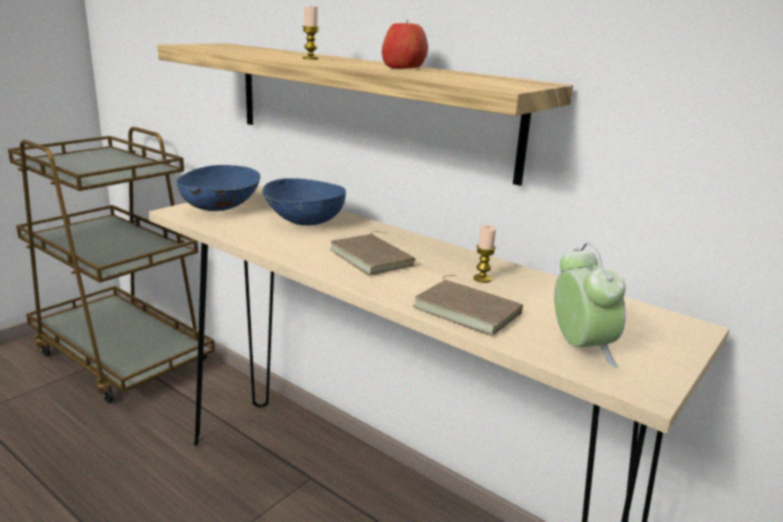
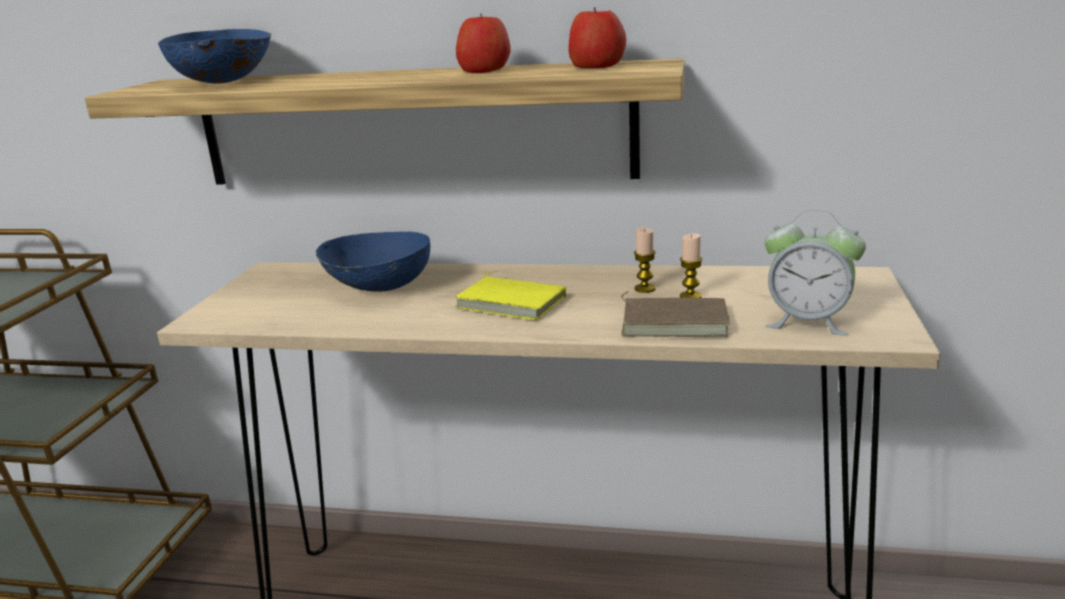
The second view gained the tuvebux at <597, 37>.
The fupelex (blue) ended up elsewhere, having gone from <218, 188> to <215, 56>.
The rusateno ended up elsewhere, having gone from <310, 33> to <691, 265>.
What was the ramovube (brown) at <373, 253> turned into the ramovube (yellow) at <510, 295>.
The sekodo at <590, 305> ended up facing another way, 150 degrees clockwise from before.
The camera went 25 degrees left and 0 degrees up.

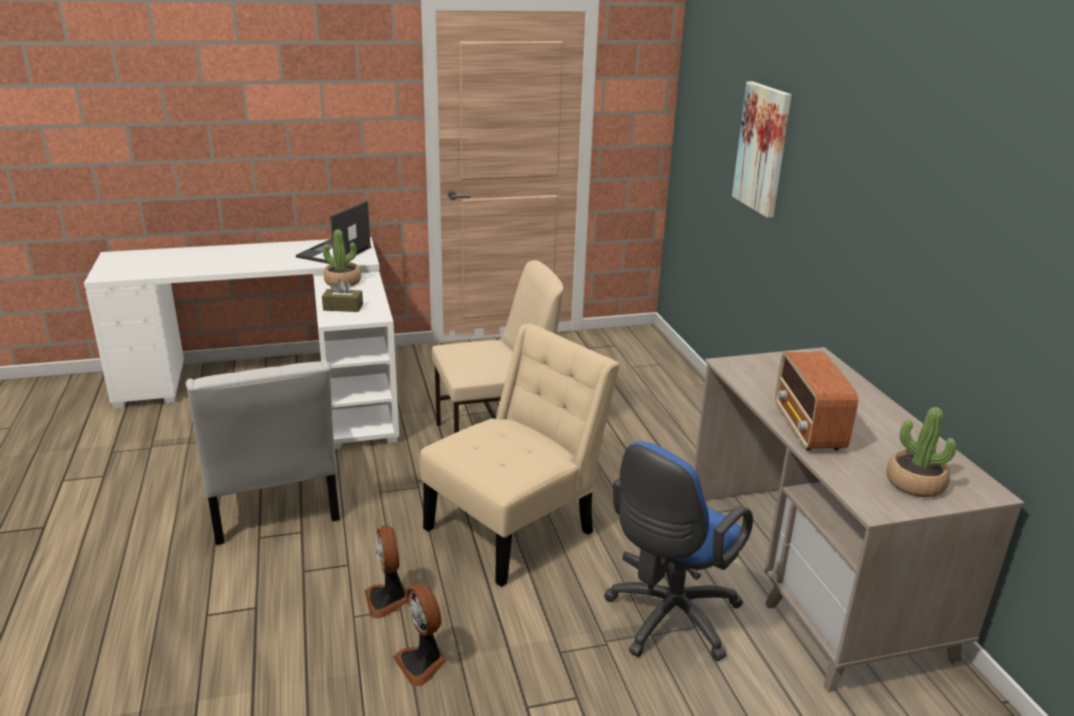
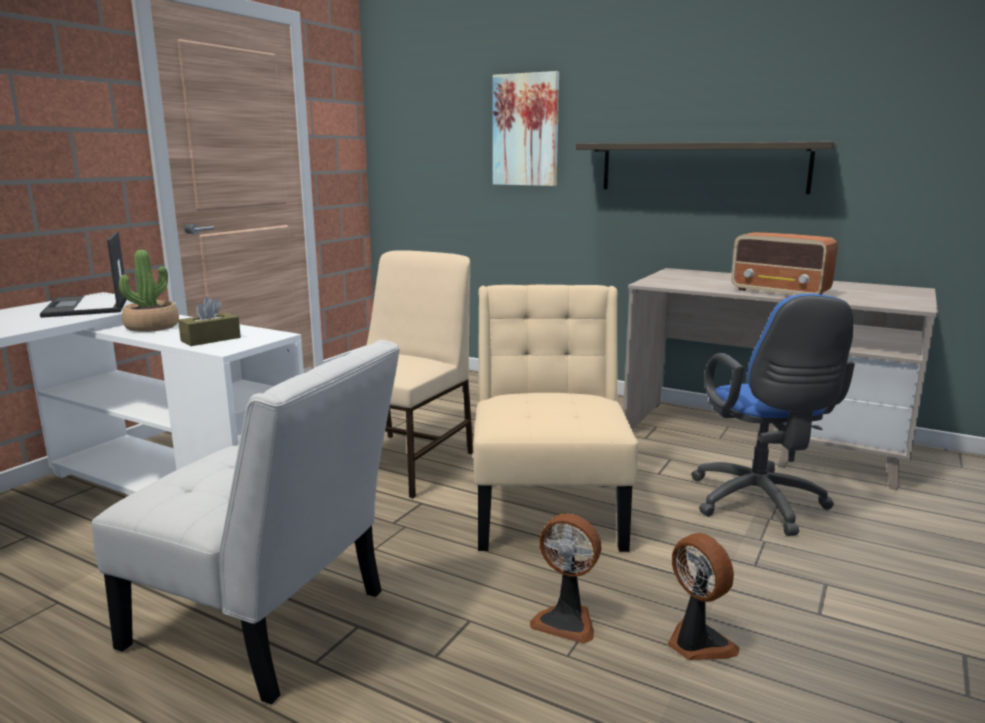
The second view lost the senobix at <921, 452>.
The second view gained the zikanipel at <706, 168>.
The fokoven at <420, 634> ended up facing another way, 135 degrees counterclockwise from before.
The camera went 45 degrees left and 10 degrees down.

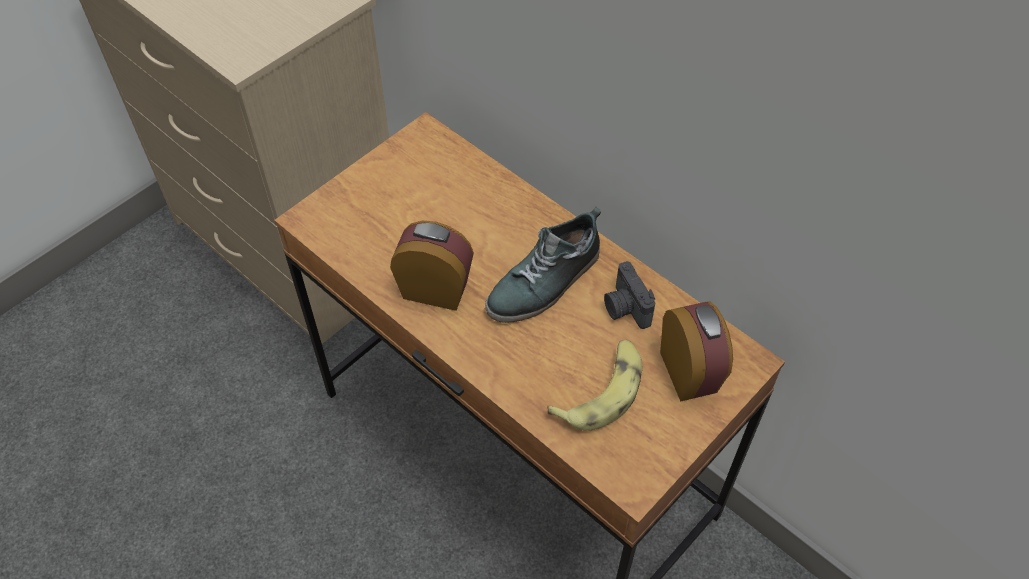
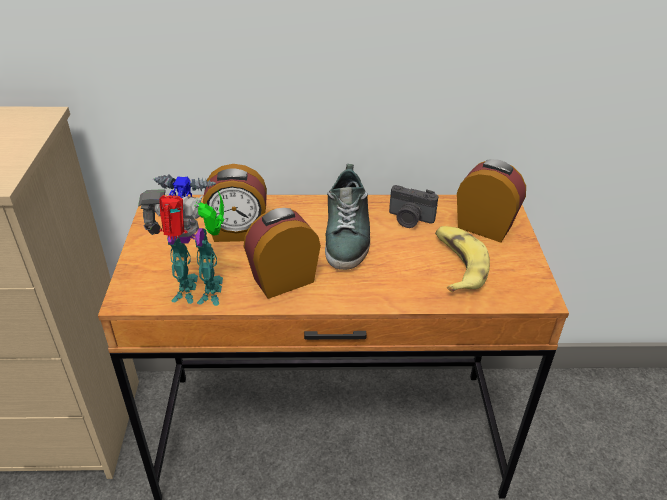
The second view gained the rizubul at <181, 240>.
The second view gained the sekodo at <235, 203>.
The camera went 45 degrees left and 15 degrees down.

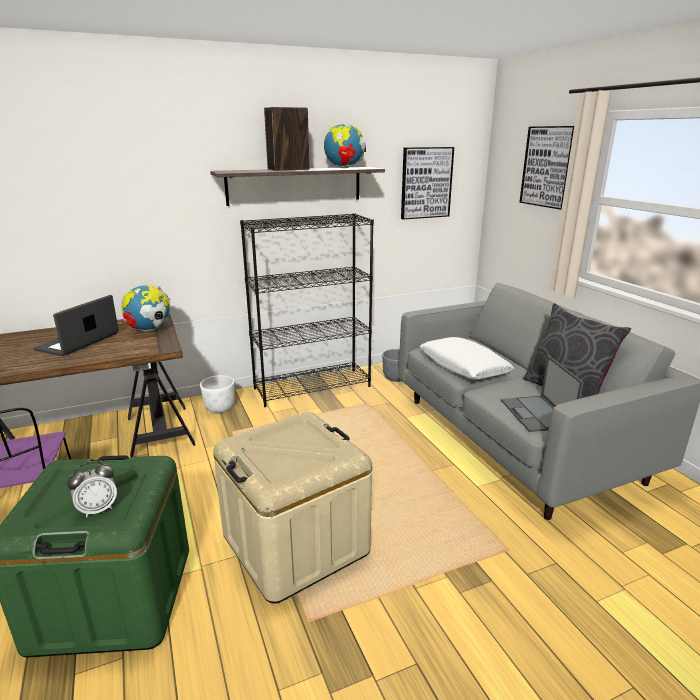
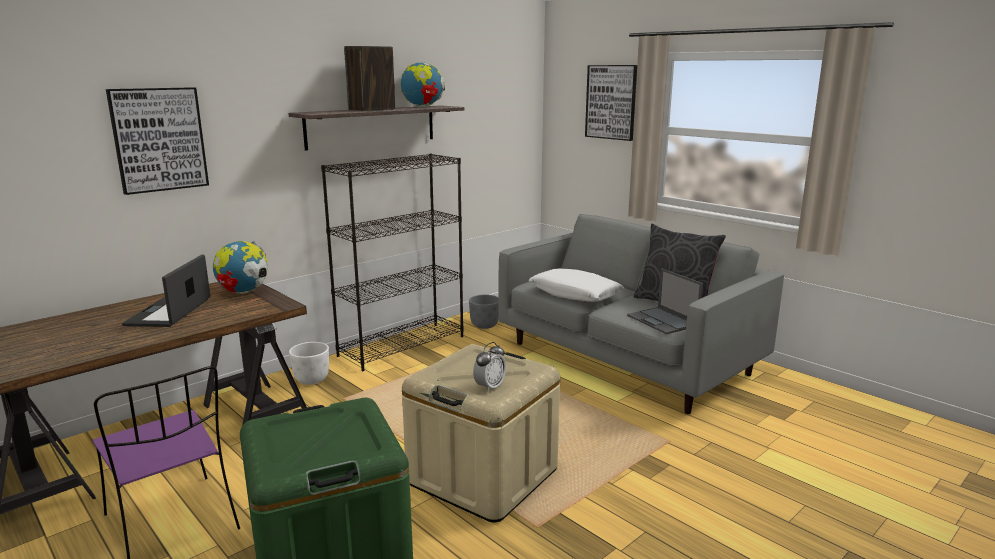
The sekodo ended up elsewhere, having gone from <92, 489> to <489, 367>.
The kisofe ended up elsewhere, having gone from <427, 183> to <157, 141>.
The camera went 20 degrees left and 5 degrees down.

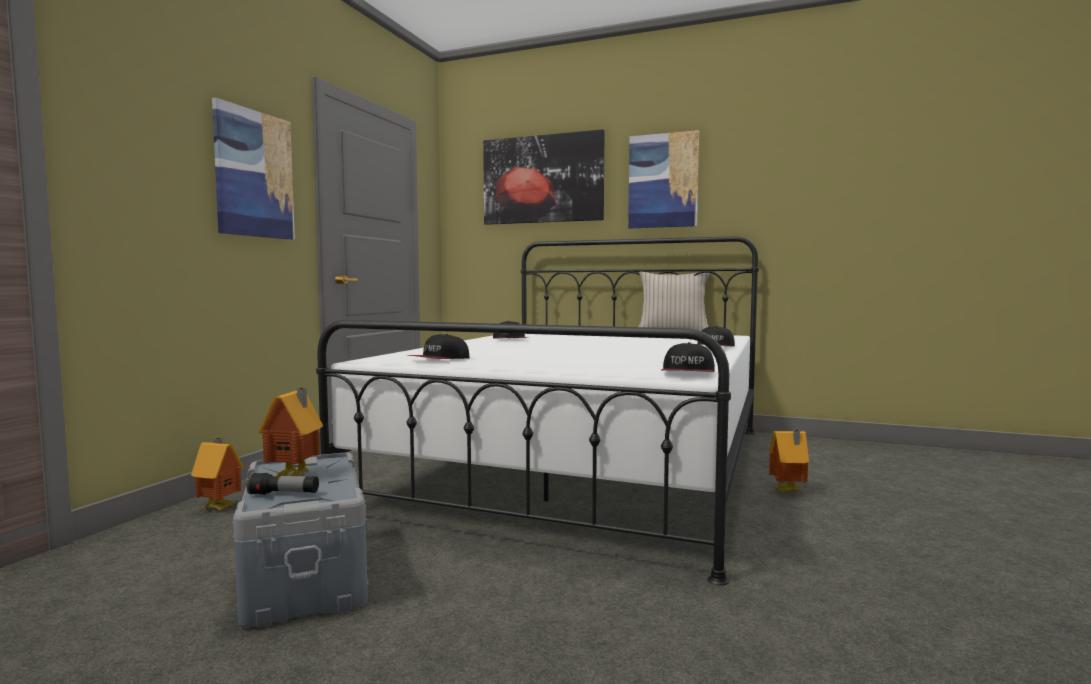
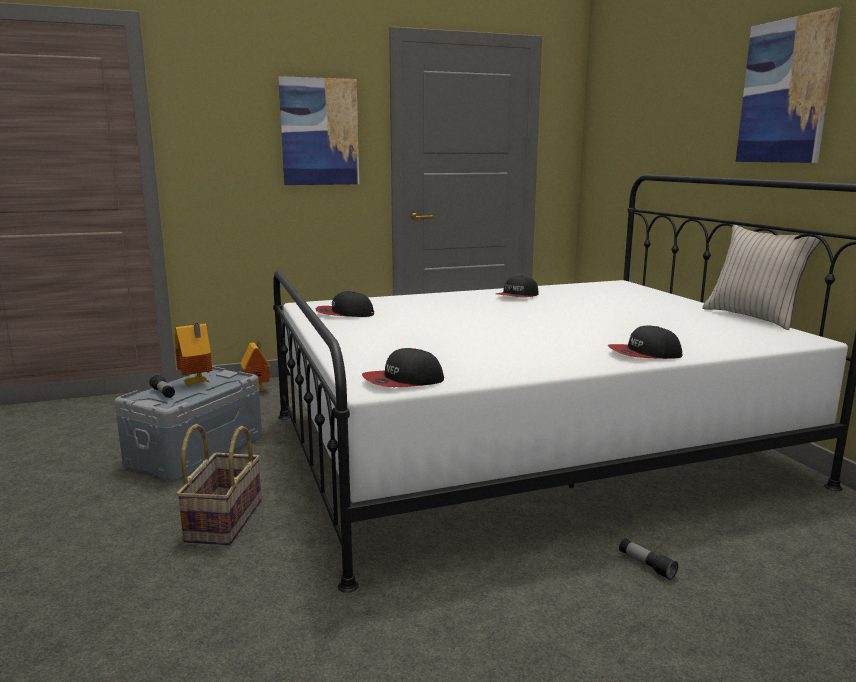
The second view lost the kisofe at <544, 177>.
The second view gained the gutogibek at <219, 484>.
Where the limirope stood at <789, 461>, the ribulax came to stand at <648, 559>.
The camera went 50 degrees right and 10 degrees up.

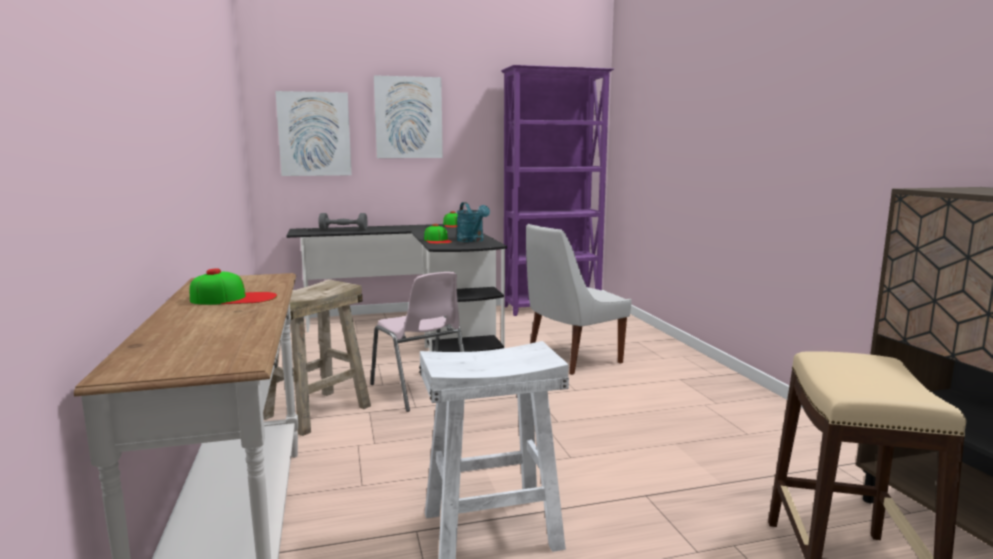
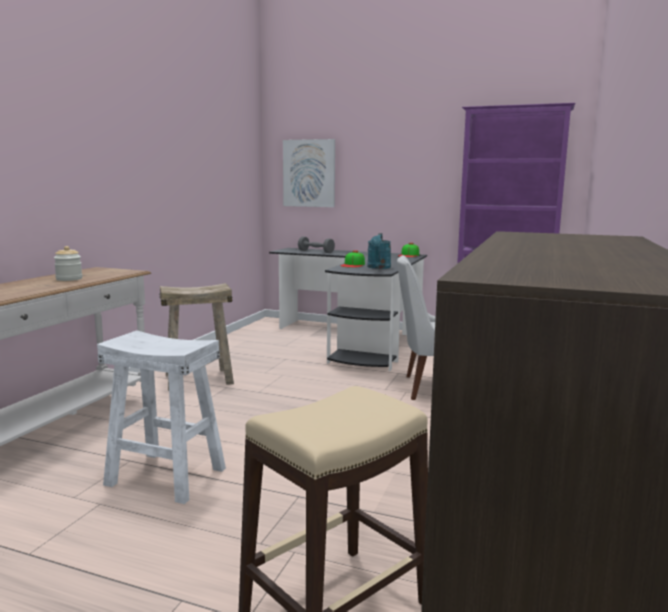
The second view lost the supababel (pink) at <417, 342>.
The second view lost the kisofe at <408, 116>.
Where the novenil stood at <233, 286>, the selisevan came to stand at <68, 263>.
The camera went 35 degrees right and 0 degrees up.

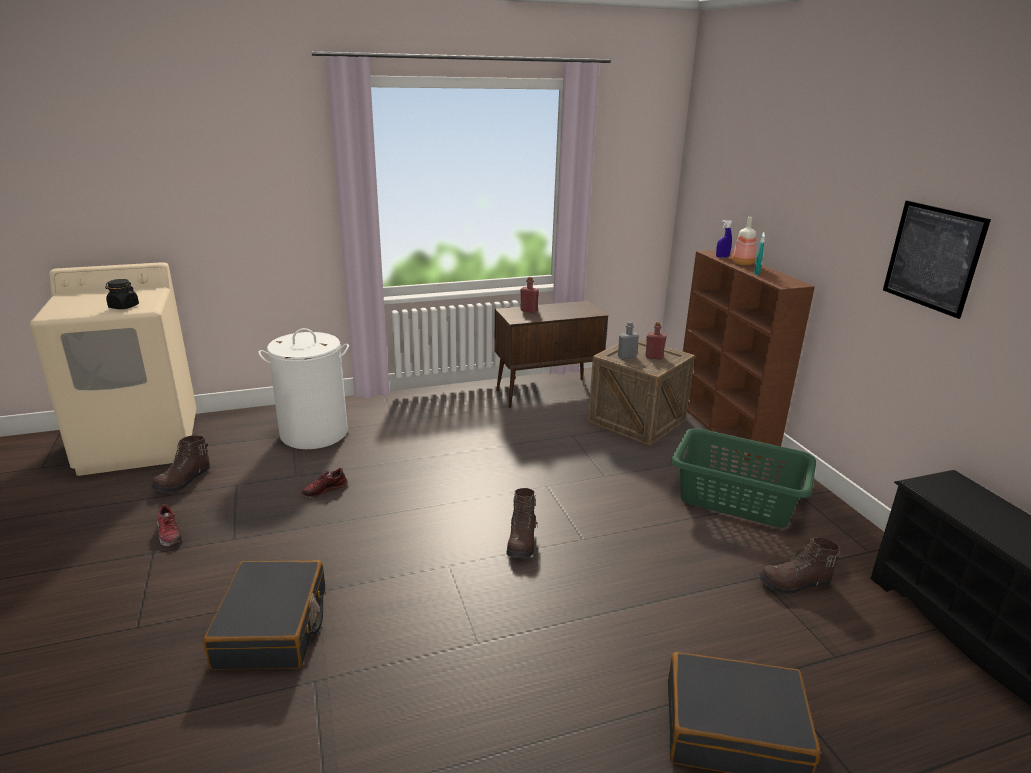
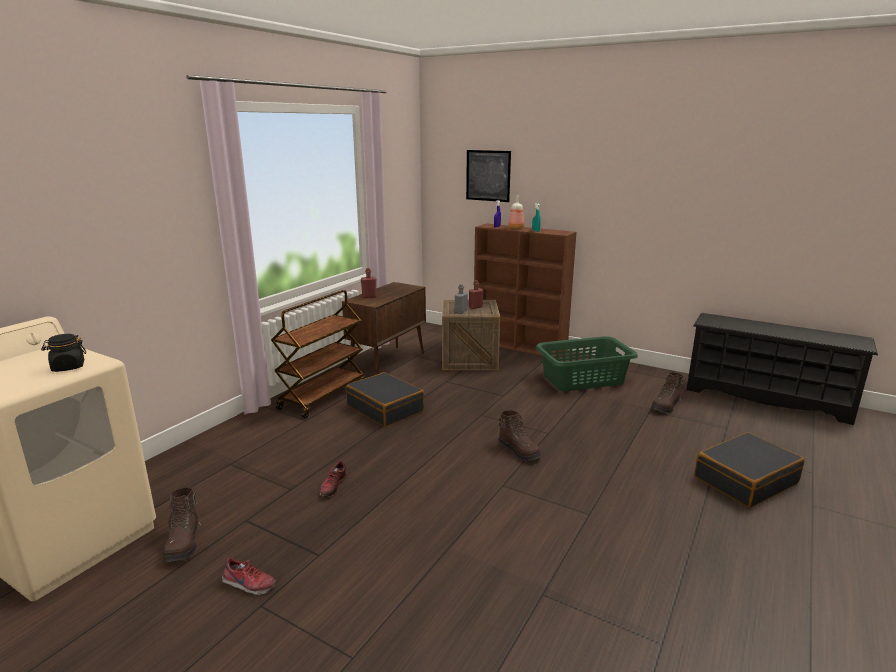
The second view lost the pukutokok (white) at <303, 388>.
The second view gained the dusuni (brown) at <318, 354>.
The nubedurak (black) ended up elsewhere, having gone from <264, 615> to <385, 399>.
The kisofe ended up elsewhere, having gone from <937, 259> to <488, 176>.
The camera went 40 degrees left and 5 degrees down.

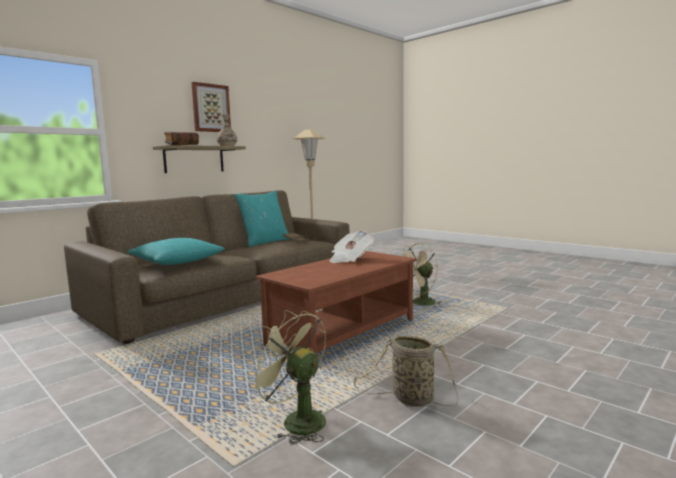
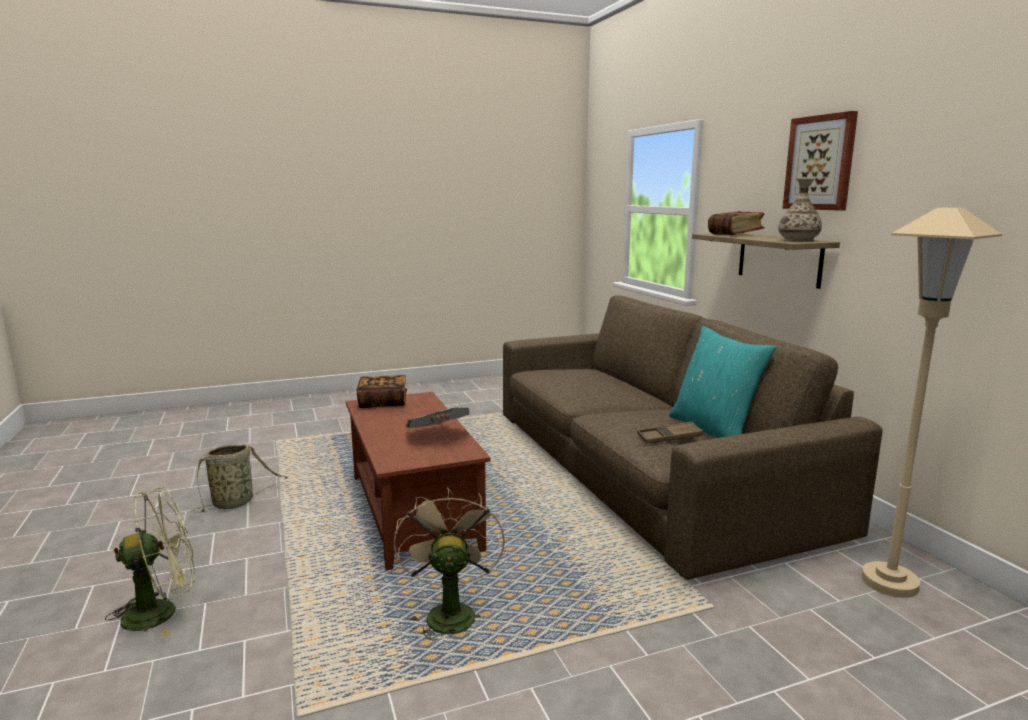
The second view lost the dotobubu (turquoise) at <176, 251>.
The second view gained the ramovube at <382, 391>.
The fokoven (green) ended up elsewhere, having gone from <286, 377> to <150, 562>.
The camera went 115 degrees right and 5 degrees up.

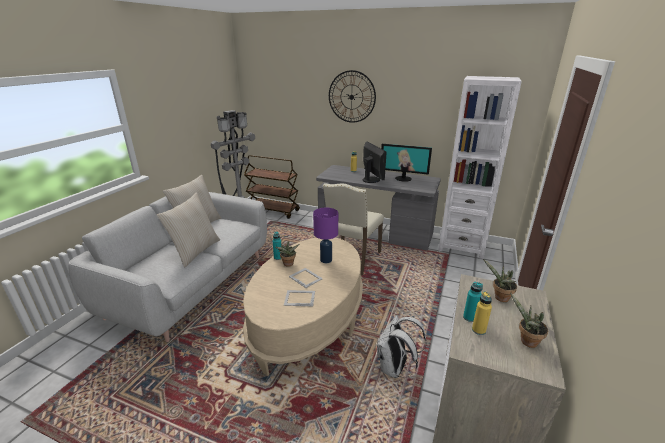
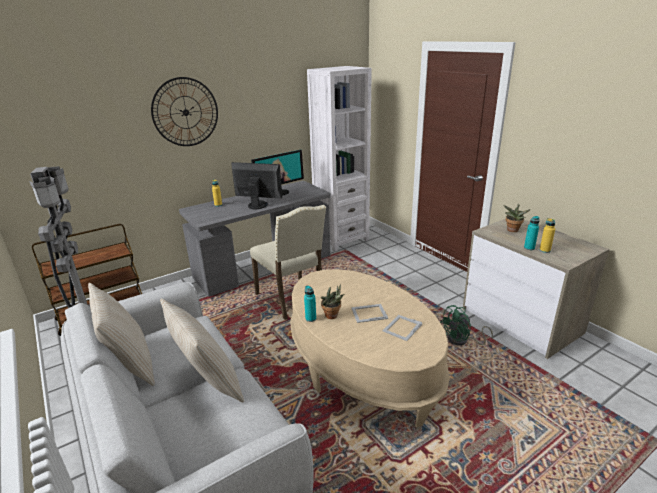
The second view lost the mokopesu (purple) at <325, 235>.
The second view lost the senobix at <529, 320>.
Where the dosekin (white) stood at <402, 346>, the fokoven (green) came to stand at <466, 325>.
The camera went 55 degrees left and 0 degrees up.

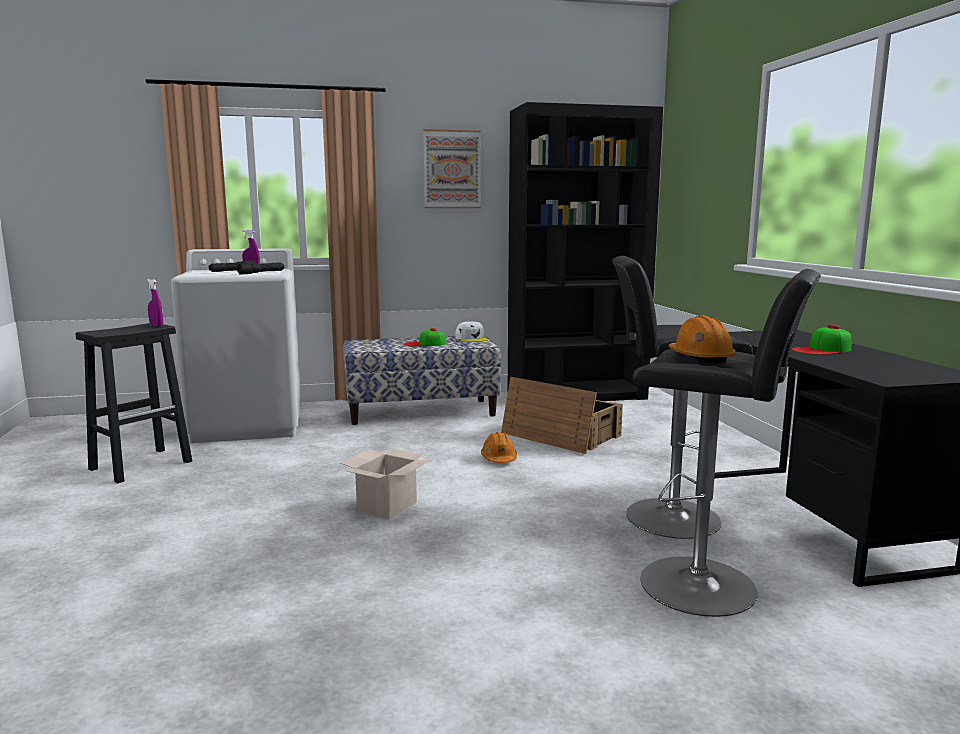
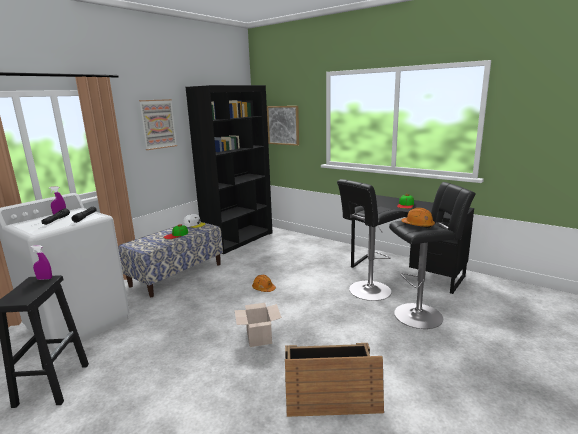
The second view gained the kisofe at <283, 126>.
The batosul ended up elsewhere, having gone from <562, 415> to <334, 380>.
The camera went 40 degrees left and 5 degrees up.

